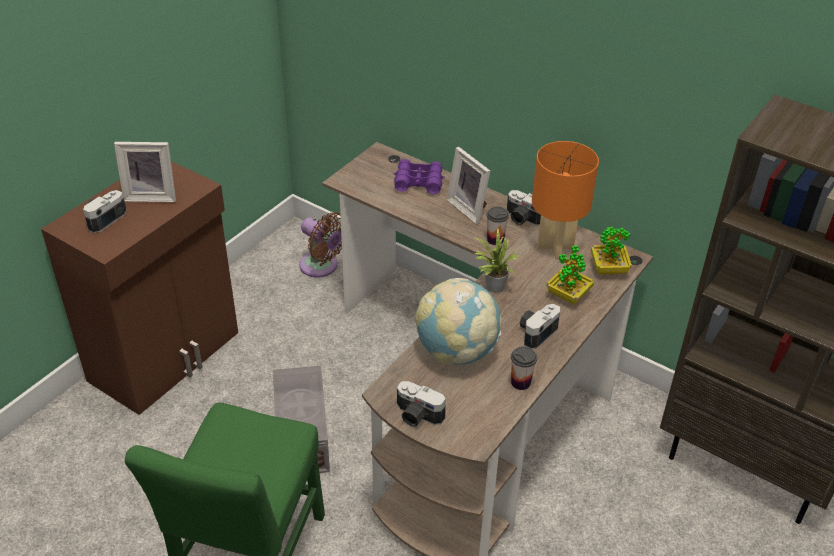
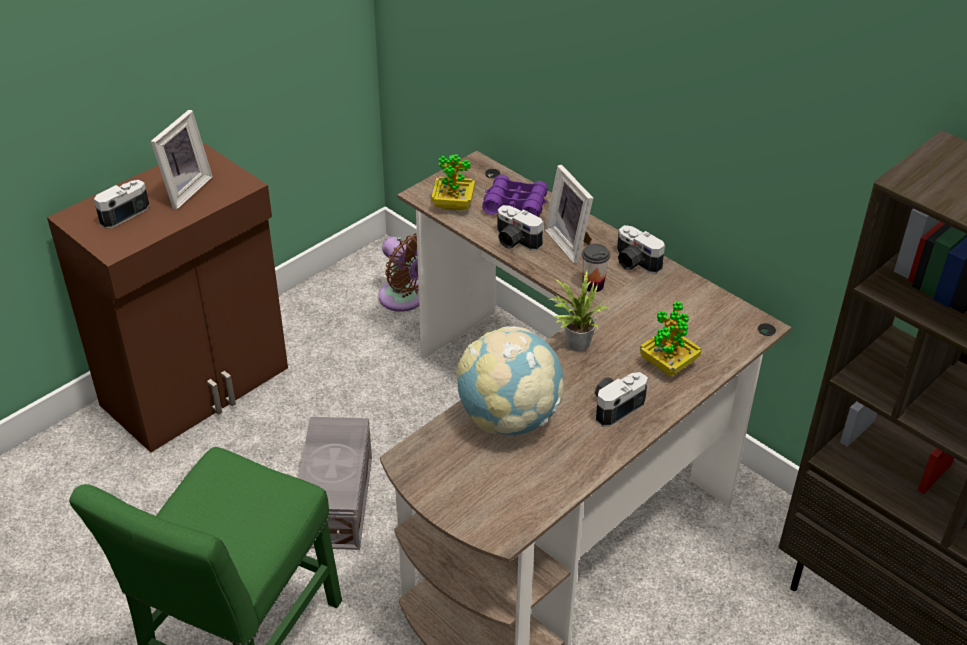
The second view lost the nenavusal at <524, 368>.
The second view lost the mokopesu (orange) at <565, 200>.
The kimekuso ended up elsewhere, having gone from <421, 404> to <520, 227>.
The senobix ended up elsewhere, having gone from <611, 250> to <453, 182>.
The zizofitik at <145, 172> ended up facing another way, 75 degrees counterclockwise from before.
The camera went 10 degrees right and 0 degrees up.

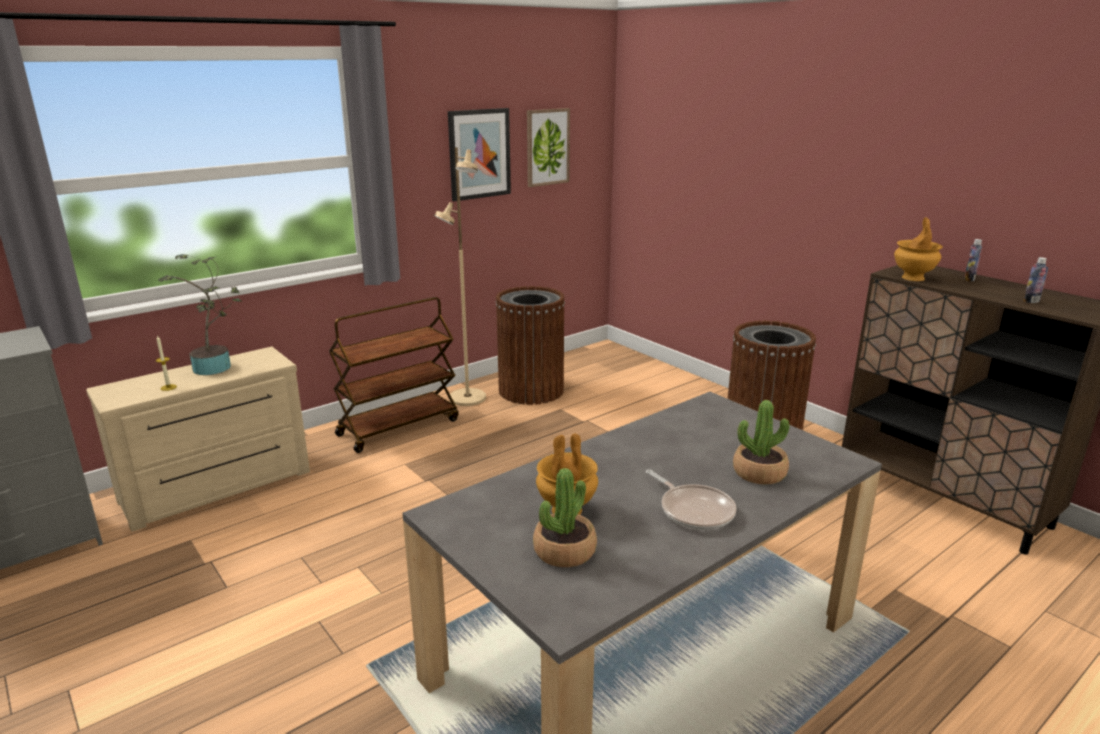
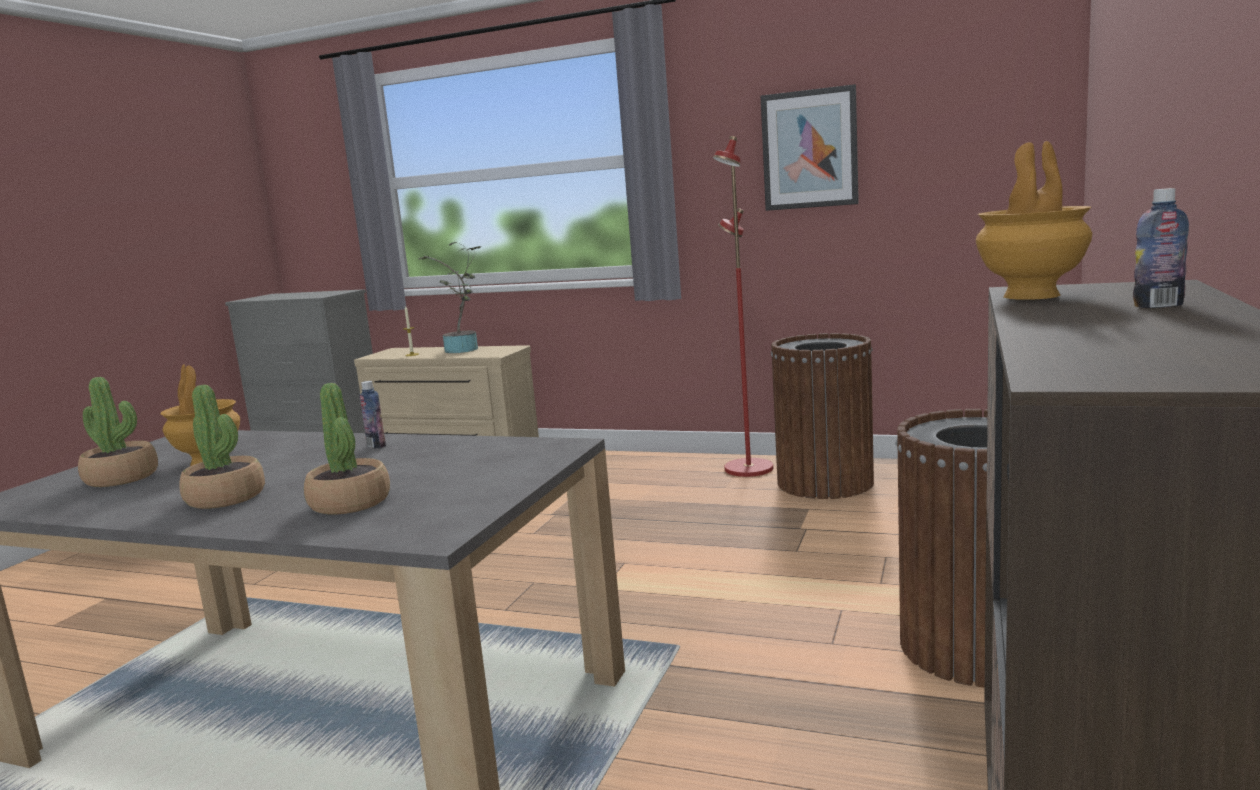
The second view lost the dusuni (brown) at <394, 375>.
The second view lost the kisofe at <548, 147>.
The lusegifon ended up elsewhere, having gone from <1035, 280> to <372, 414>.
Where the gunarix stood at <691, 500>, the senobix came to stand at <222, 447>.
What was the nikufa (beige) at <460, 276> turned into the nikufa (red) at <743, 306>.
The camera went 60 degrees right and 10 degrees down.

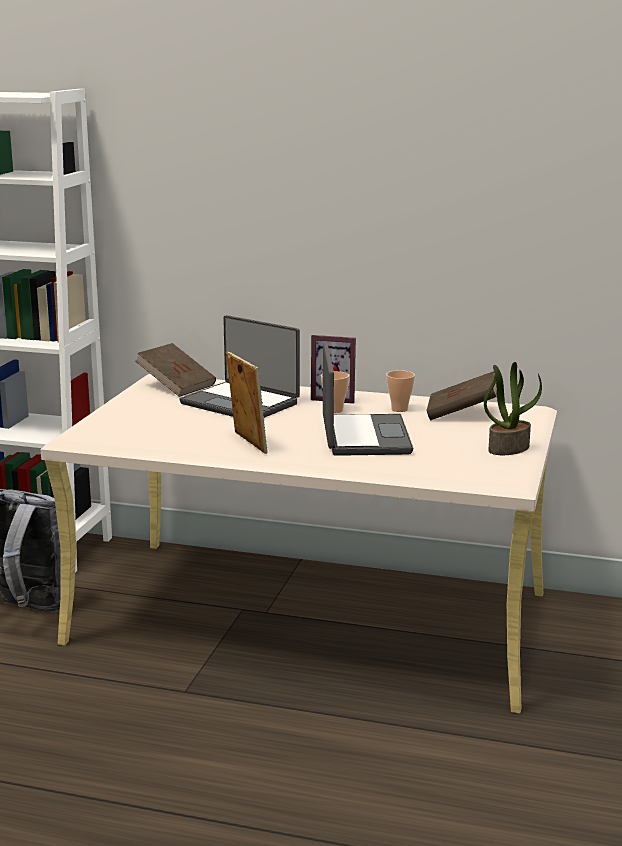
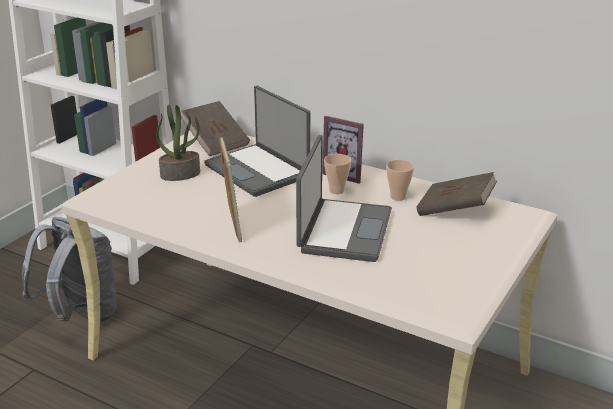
The senobix ended up elsewhere, having gone from <513, 408> to <178, 142>.
The camera went 15 degrees right and 10 degrees up.

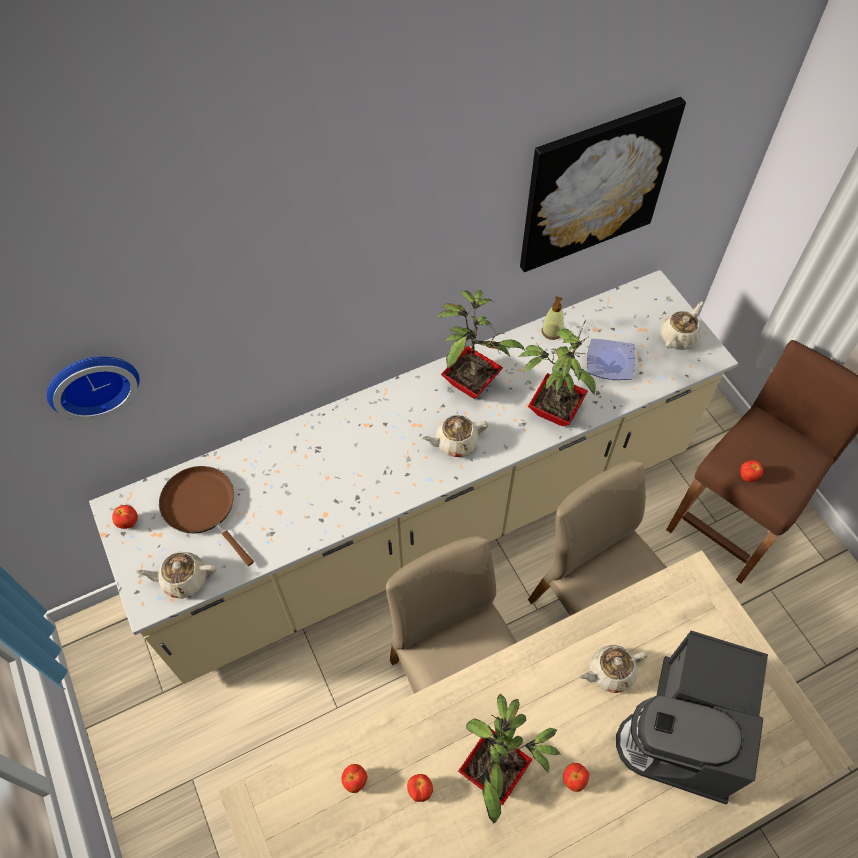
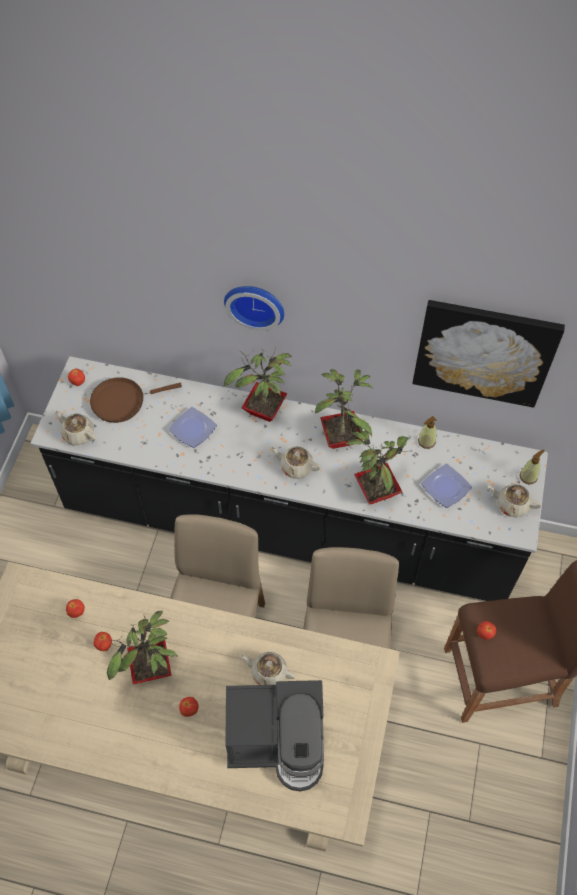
The second view gained the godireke at <192, 427>.
The second view gained the senobix at <258, 385>.
The second view gained the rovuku at <532, 467>.
The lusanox ended up elsewhere, having gone from <93, 388> to <254, 308>.
What was the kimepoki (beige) at <413, 477> turned into the kimepoki (black) at <289, 478>.
The gunarix (brown) at <206, 516> ended up facing another way, 105 degrees counterclockwise from before.
The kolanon at <692, 717> ended up facing another way, 150 degrees counterclockwise from before.
The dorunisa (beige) at <681, 325> ended up facing another way, 150 degrees counterclockwise from before.
The camera went 40 degrees right and 0 degrees up.

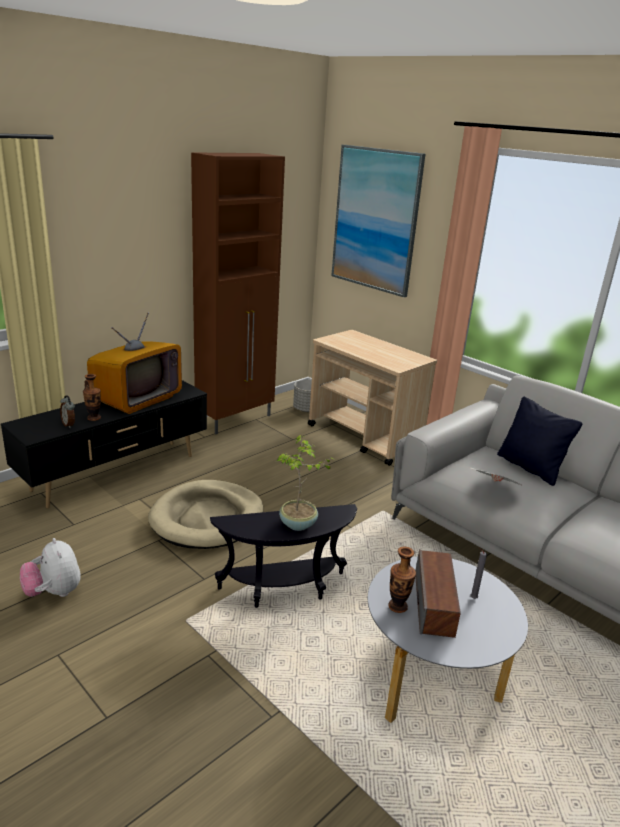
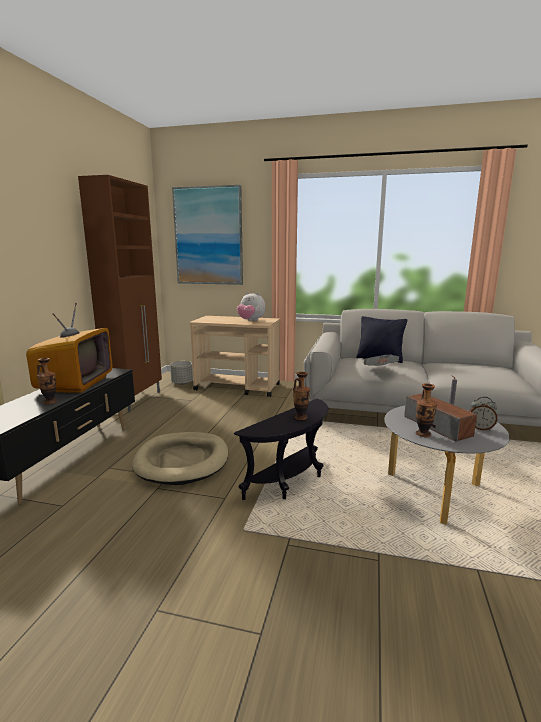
The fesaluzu ended up elsewhere, having gone from <50, 567> to <251, 306>.
The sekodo ended up elsewhere, having gone from <67, 411> to <483, 414>.
Where the senobix stood at <305, 483>, the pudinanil came to stand at <301, 396>.
The camera went 30 degrees left and 10 degrees down.

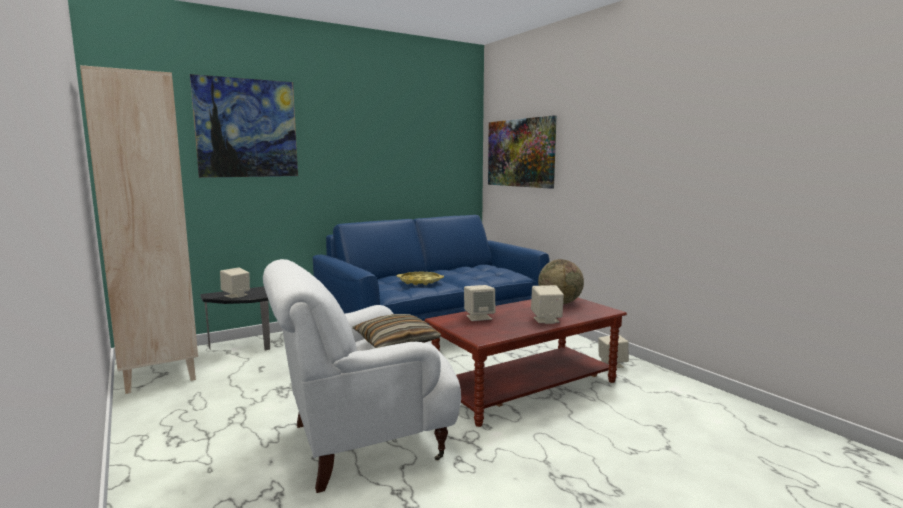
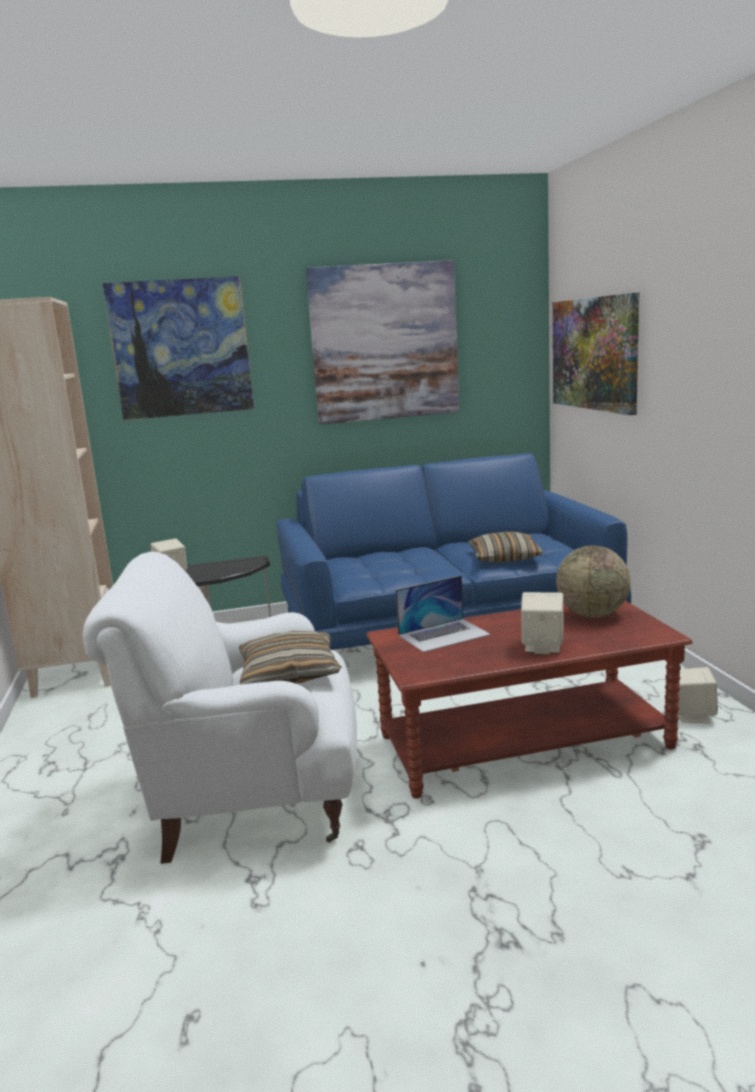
The second view lost the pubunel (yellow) at <420, 278>.
The second view gained the kisofe at <382, 342>.
The second view gained the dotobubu at <505, 547>.
Where the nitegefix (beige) stood at <479, 303>, the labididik came to stand at <443, 614>.
The camera went 20 degrees right and 5 degrees up.

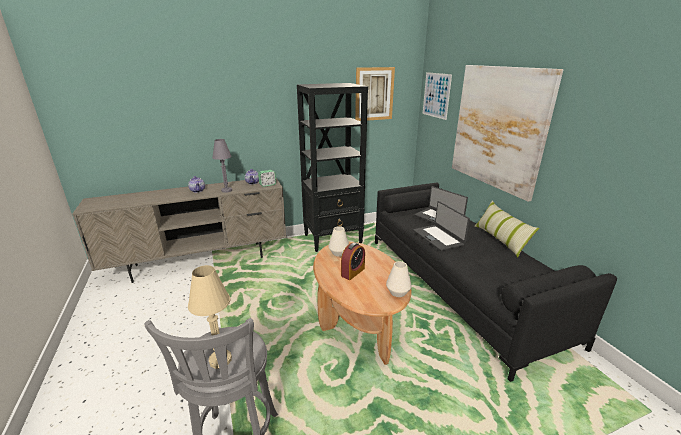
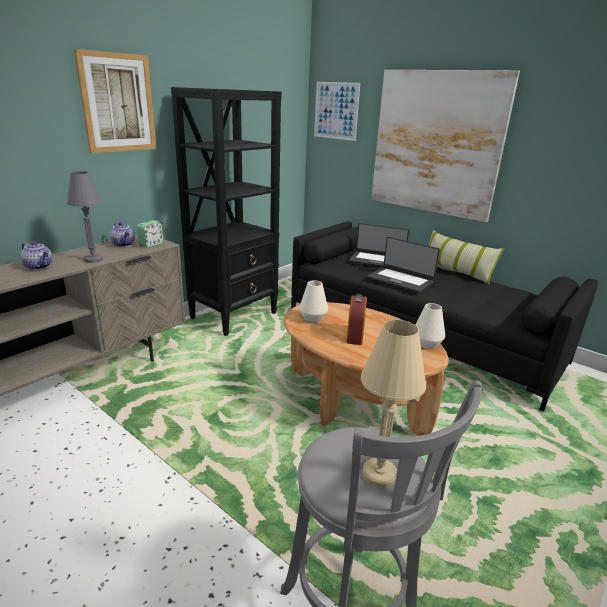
The kisofe ended up elsewhere, having gone from <375, 94> to <115, 101>.
The camera went 30 degrees left and 0 degrees up.

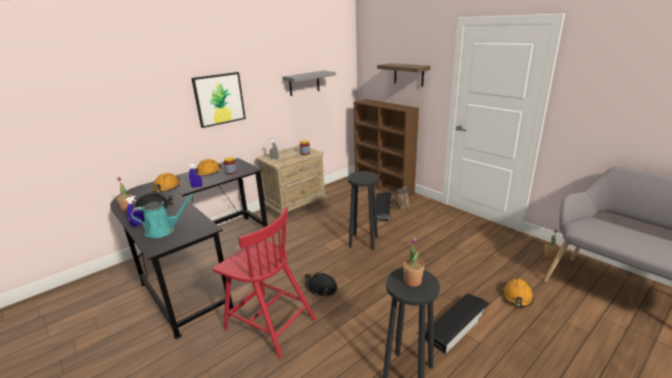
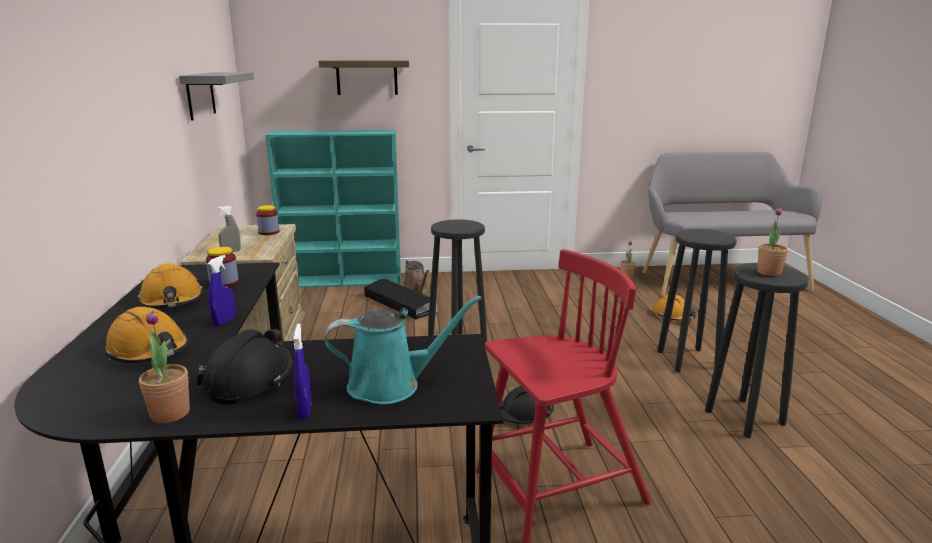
The second view lost the kisofe at <218, 100>.
Where the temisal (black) stood at <457, 324>, the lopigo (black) came to stand at <697, 300>.
What was the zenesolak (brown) at <386, 148> turned into the zenesolak (turquoise) at <333, 209>.
The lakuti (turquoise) at <162, 215> ended up facing another way, 60 degrees clockwise from before.
The camera went 55 degrees left and 5 degrees down.

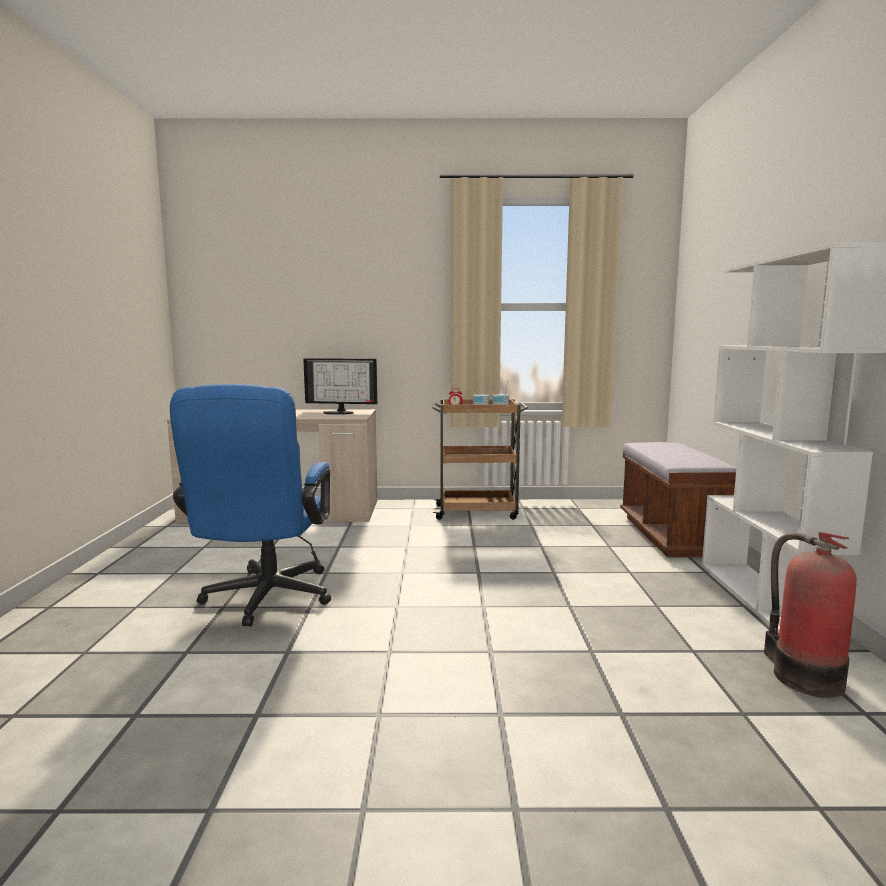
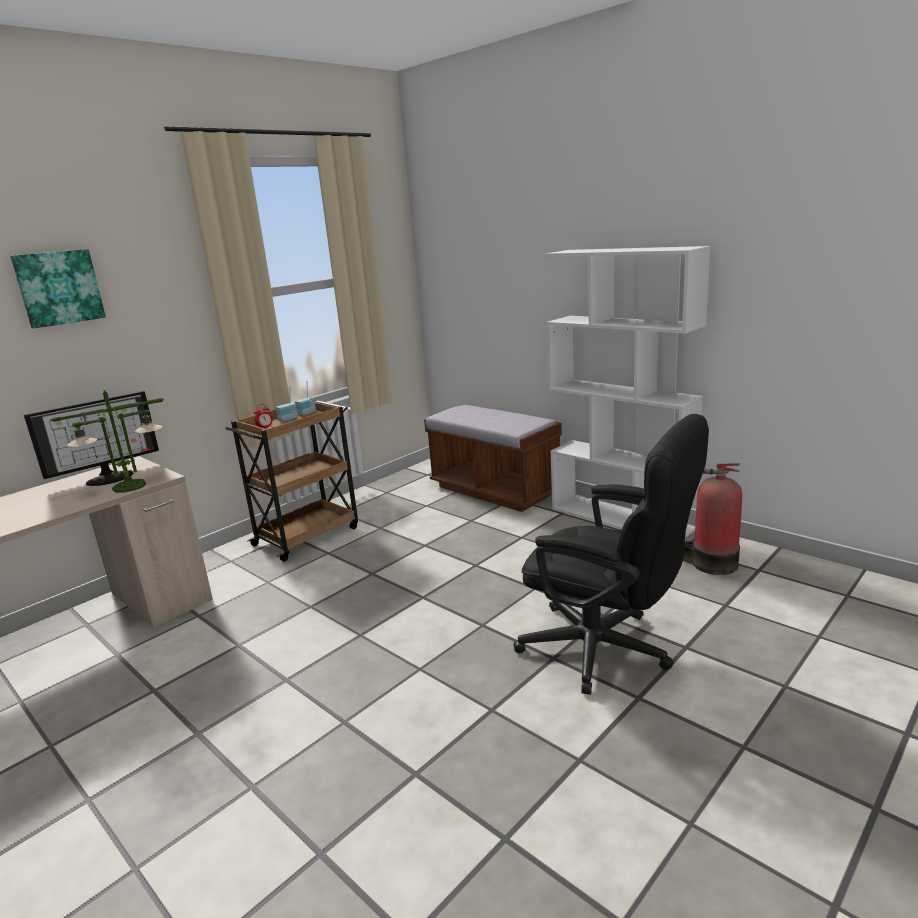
The second view lost the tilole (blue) at <250, 505>.
The second view gained the kisofe at <58, 288>.
The second view gained the mokopesu at <107, 441>.
The second view gained the tilole (black) at <611, 554>.
The camera went 45 degrees left and 10 degrees up.

